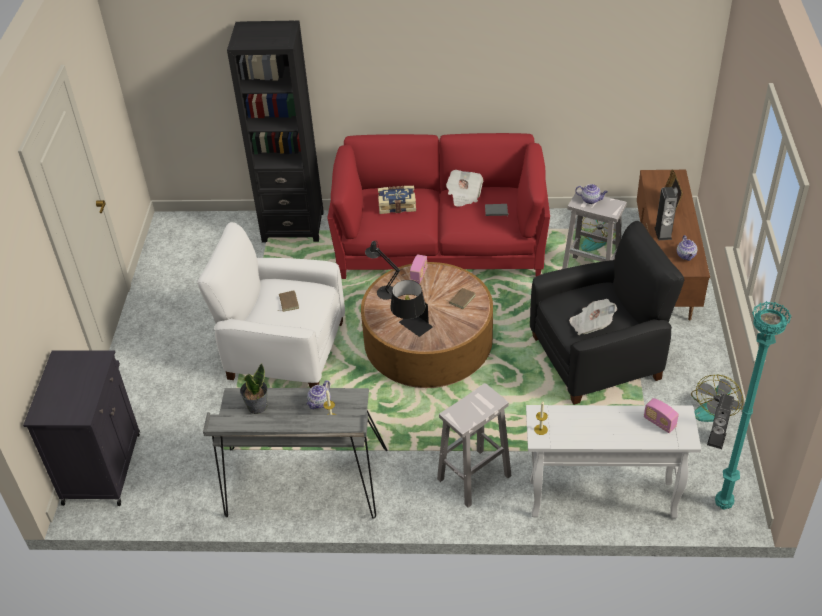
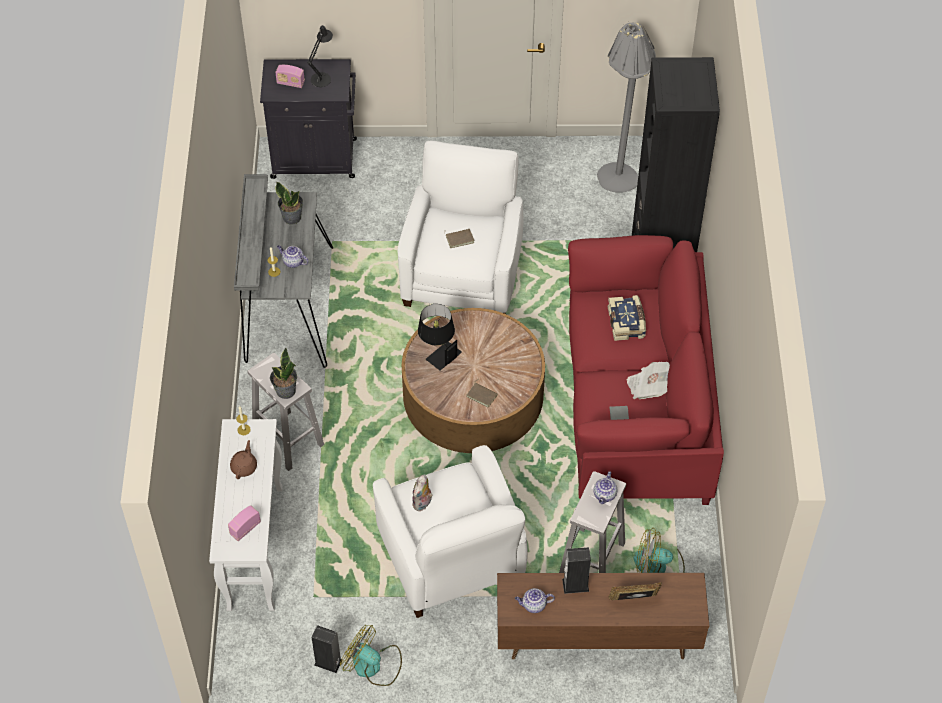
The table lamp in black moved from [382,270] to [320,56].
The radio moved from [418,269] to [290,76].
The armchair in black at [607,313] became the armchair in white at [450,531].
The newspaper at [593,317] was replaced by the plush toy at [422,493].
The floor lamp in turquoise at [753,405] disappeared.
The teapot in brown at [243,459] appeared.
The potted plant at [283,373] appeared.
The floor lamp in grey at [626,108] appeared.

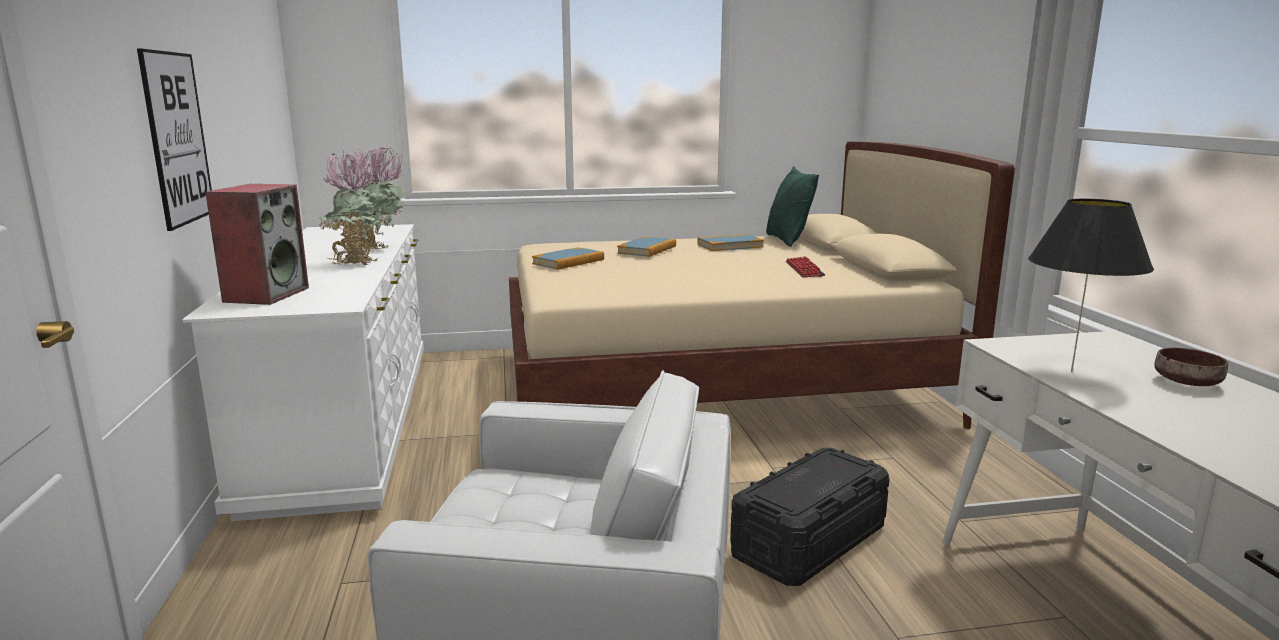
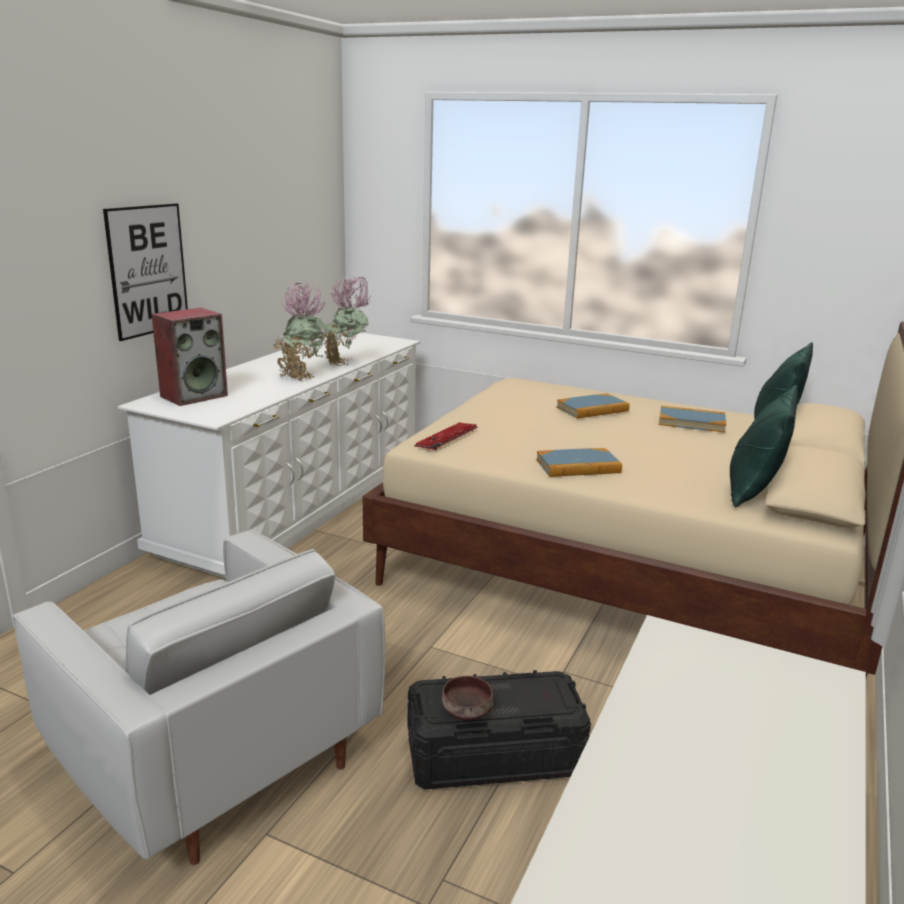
The book moved from [568,258] to [579,462].
The keyboard moved from [805,267] to [446,436].
The table lamp in black at [1091,285] disappeared.
The bowl in brown moved from [1191,367] to [467,698].
The pillow in green at [764,446] appeared.

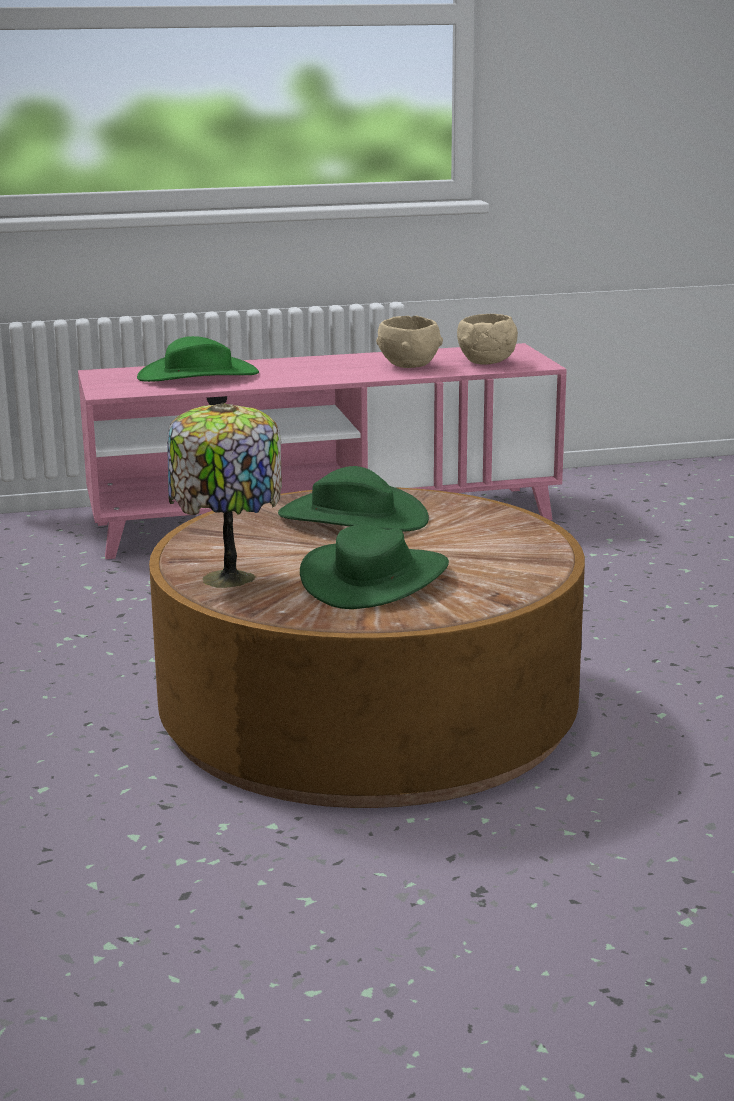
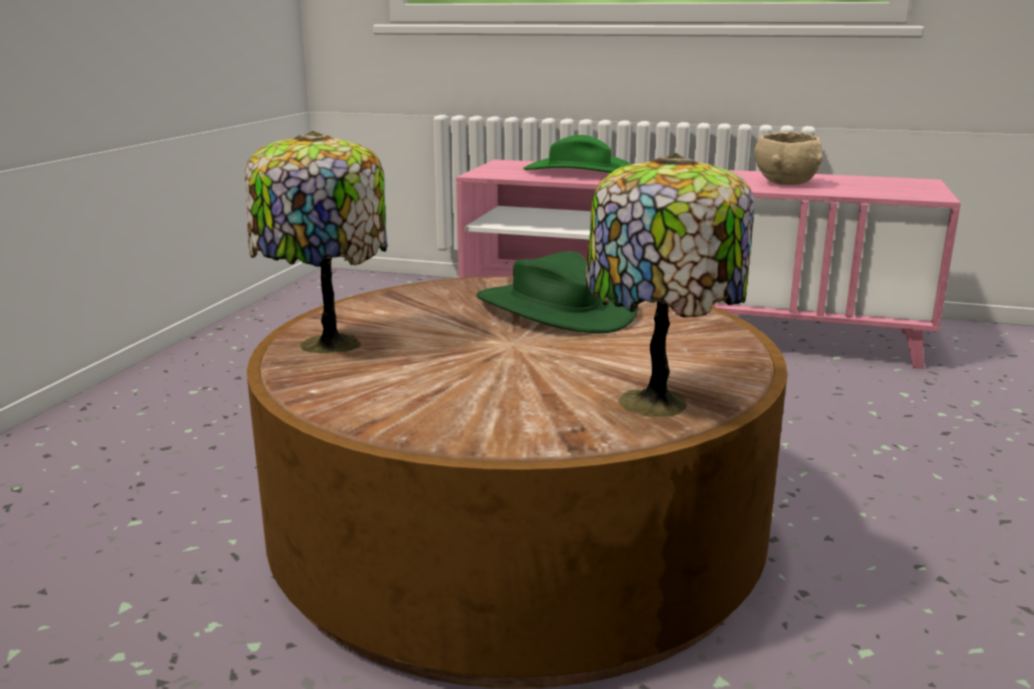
The hat in green at [374,567] disappeared.
The bowl in beige at [487,339] disappeared.
The table lamp at [670,285] appeared.

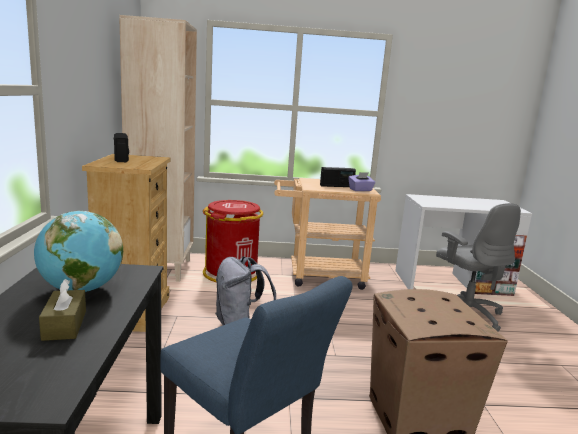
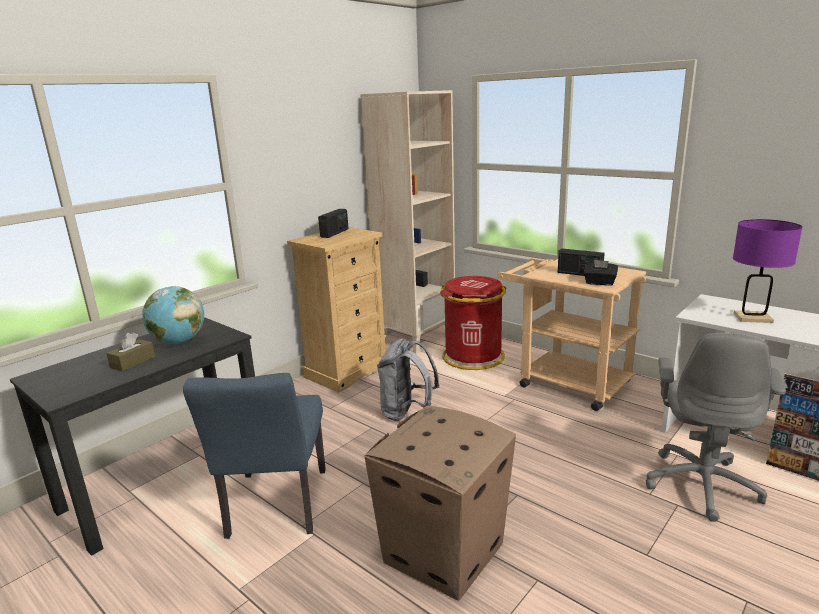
The tissue box in purple at [361,181] became the tissue box in black at [601,273].
The table lamp in purple at [768,271] appeared.

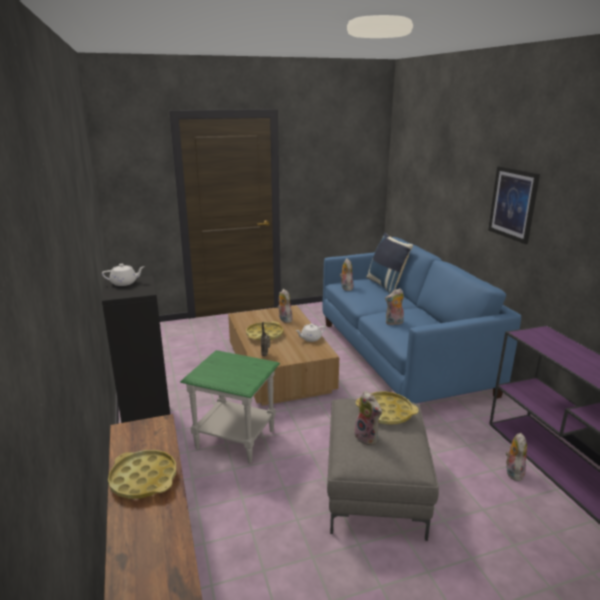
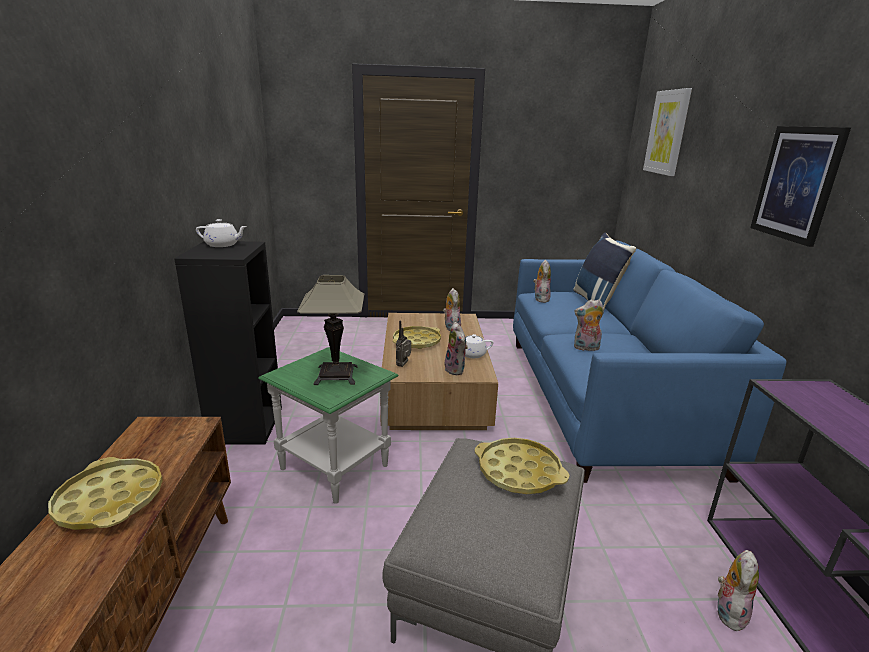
The plush toy moved from [368,418] to [456,348].
The table lamp at [330,330] appeared.
The picture at [667,132] appeared.

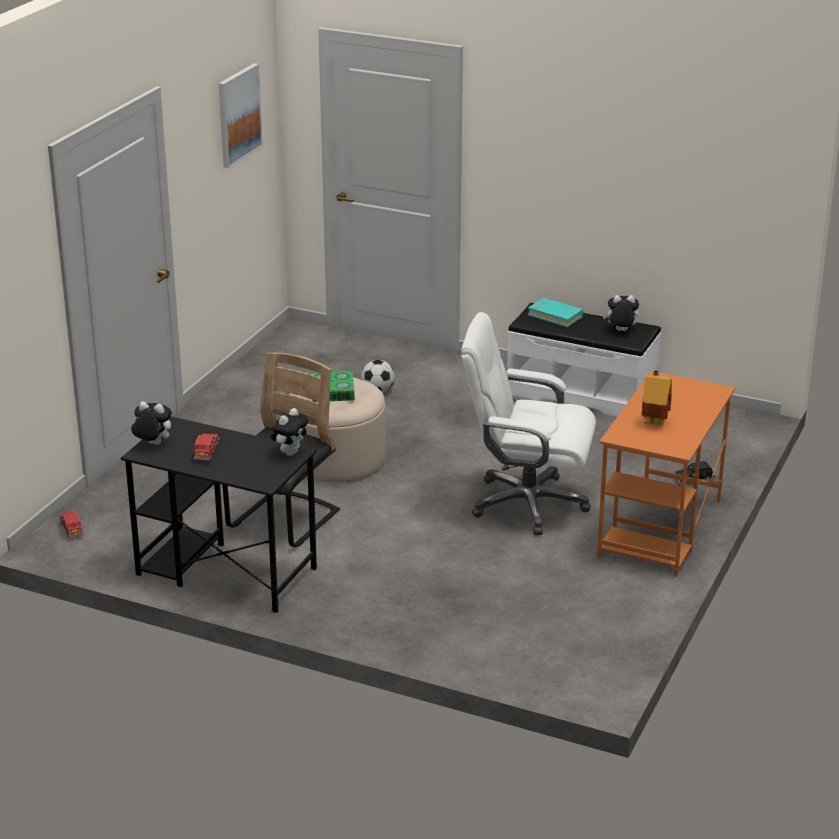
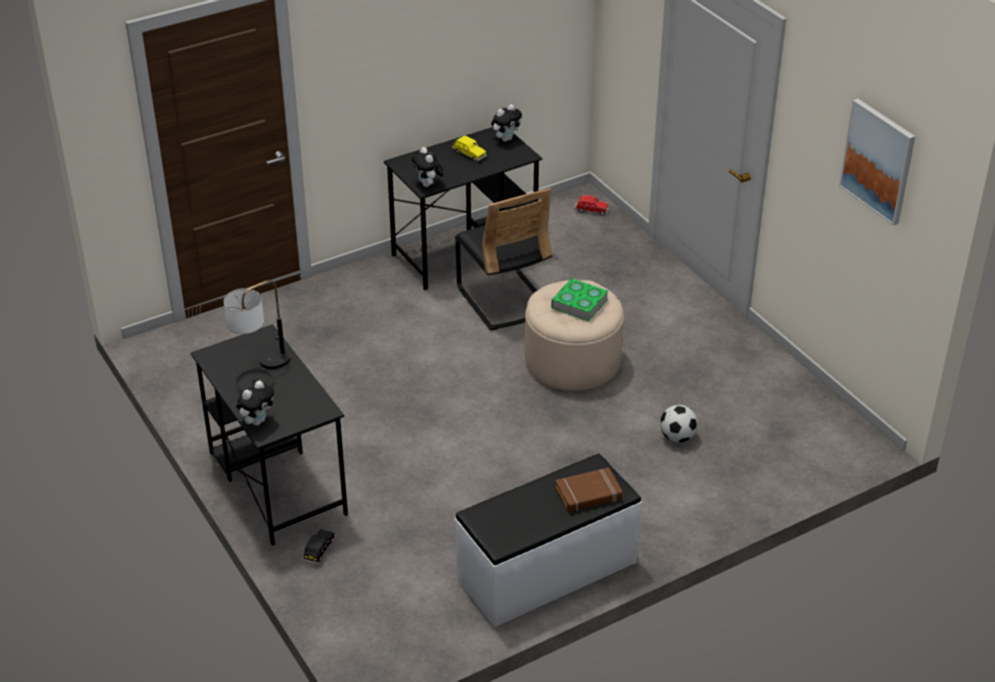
The toy car in red at [206,447] became the toy car in yellow at [469,149].
The office chair in white at [528,423] disappeared.
The book in turquoise at [555,312] became the book in brown at [588,489].
The desk in orange at [666,474] became the desk in black at [269,435].
The plush toy moved from [621,313] to [255,402].
The toy house at [657,398] was replaced by the table lamp at [256,324].

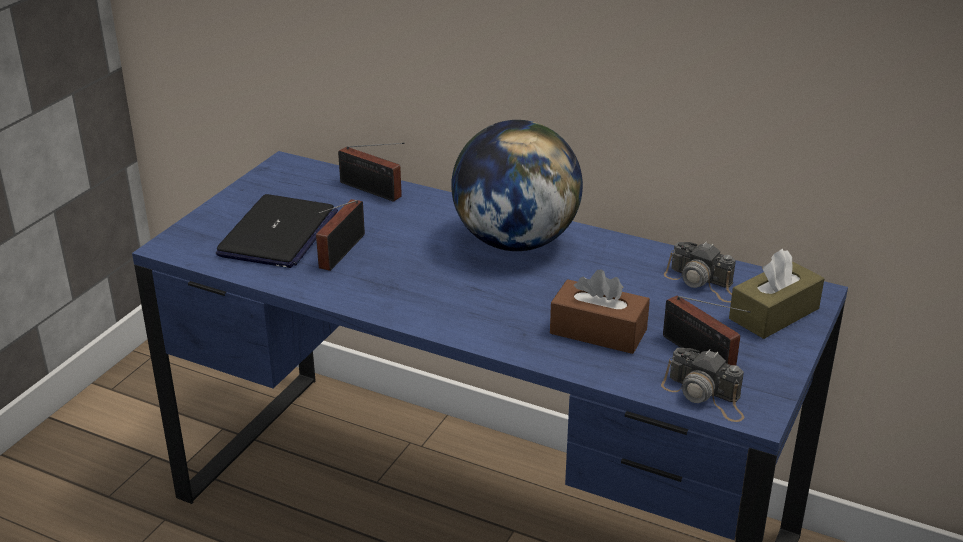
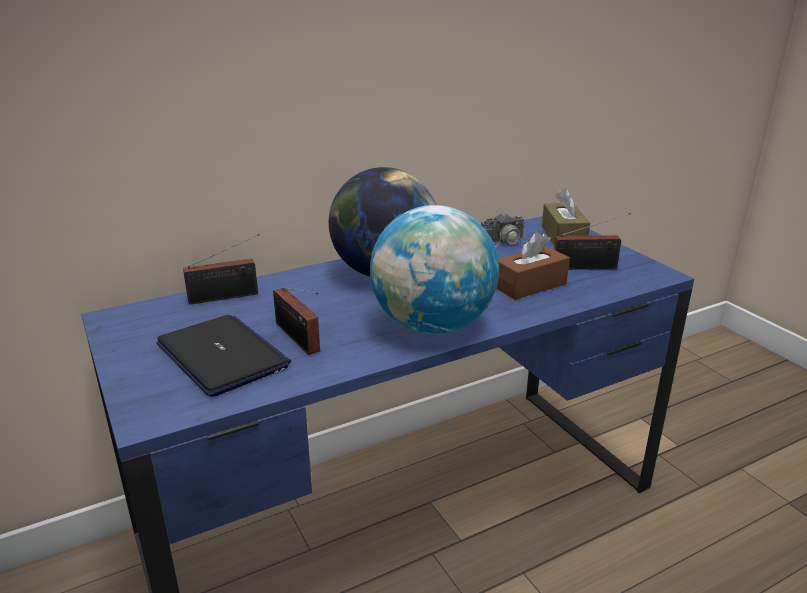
The photo camera at [702,385] disappeared.
The globe at [434,269] appeared.

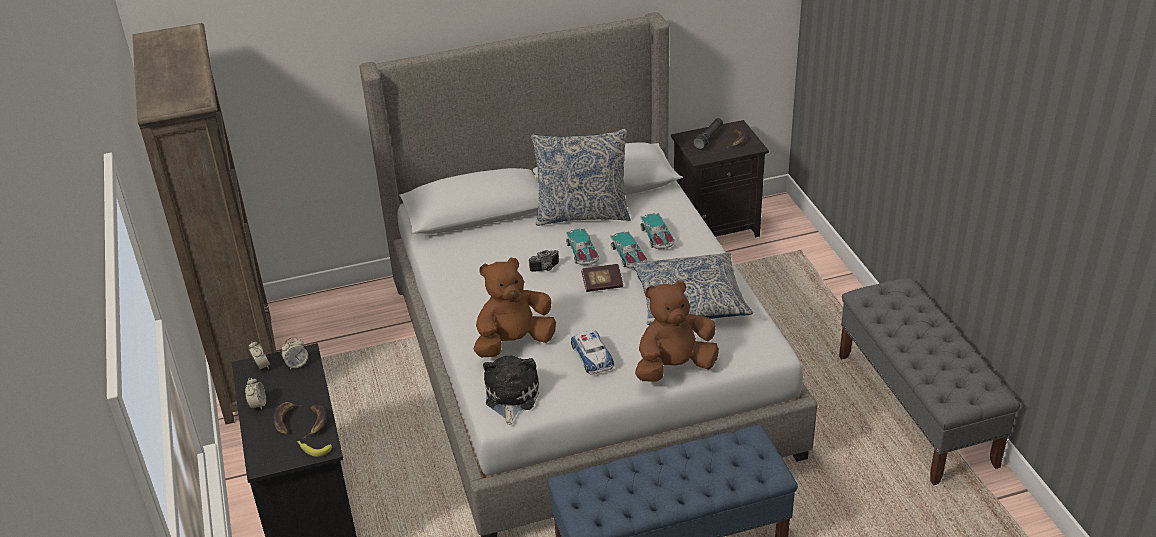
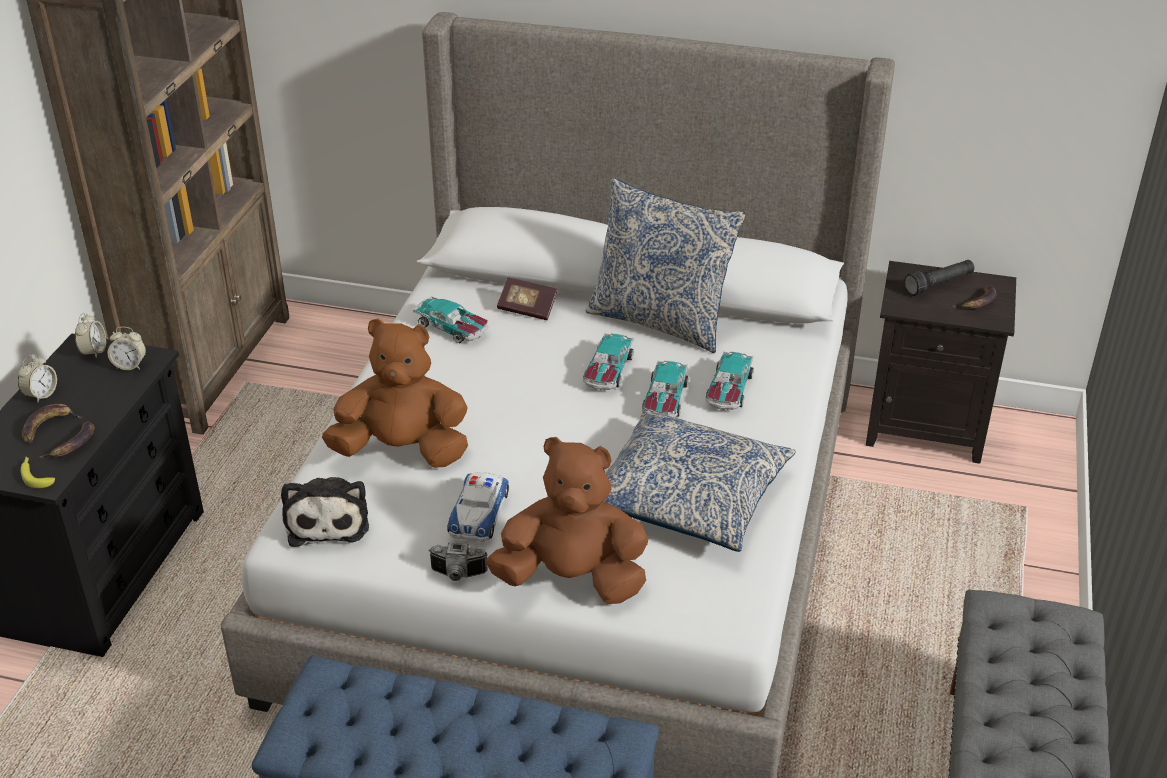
The plush toy at [511,390] turned 135 degrees clockwise.
The photo camera moved from [544,261] to [458,562].
The book moved from [602,278] to [527,298].
The toy car at [450,319] appeared.

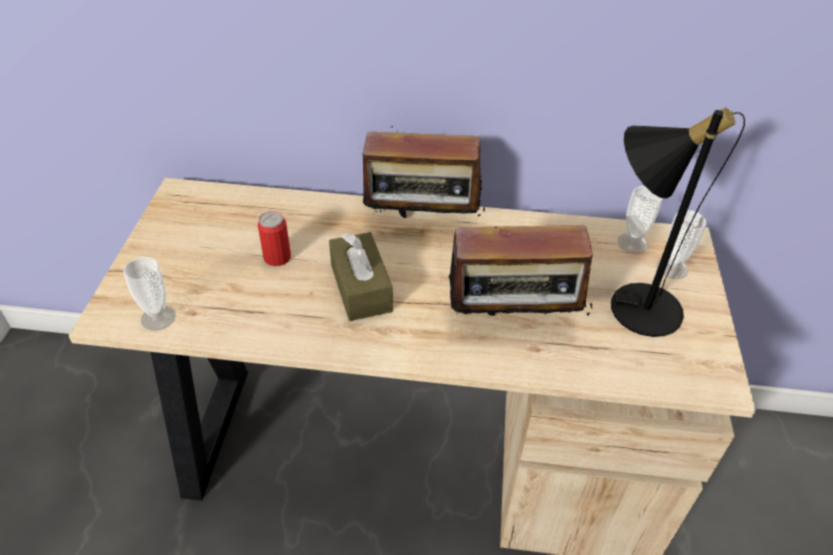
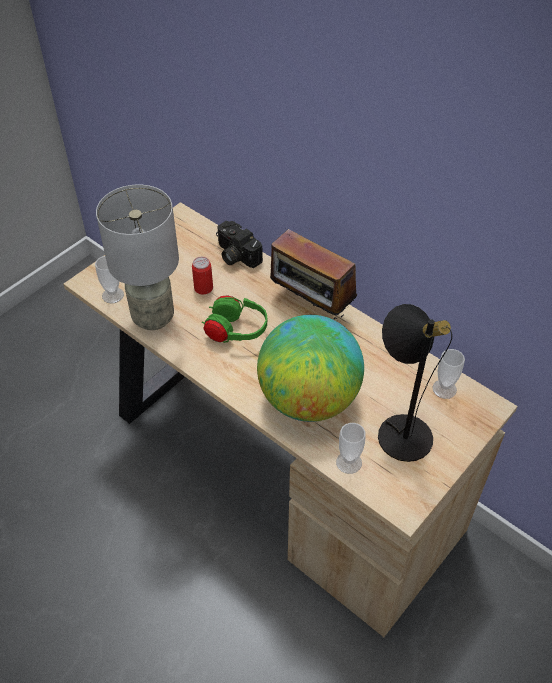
The tissue box in brown at [361,276] was replaced by the headphones in green at [234,319].
The radio at [516,283] was replaced by the globe at [310,368].
The cup moved from [681,244] to [351,448].
The table lamp in grey at [137,257] appeared.
The photo camera at [239,244] appeared.

